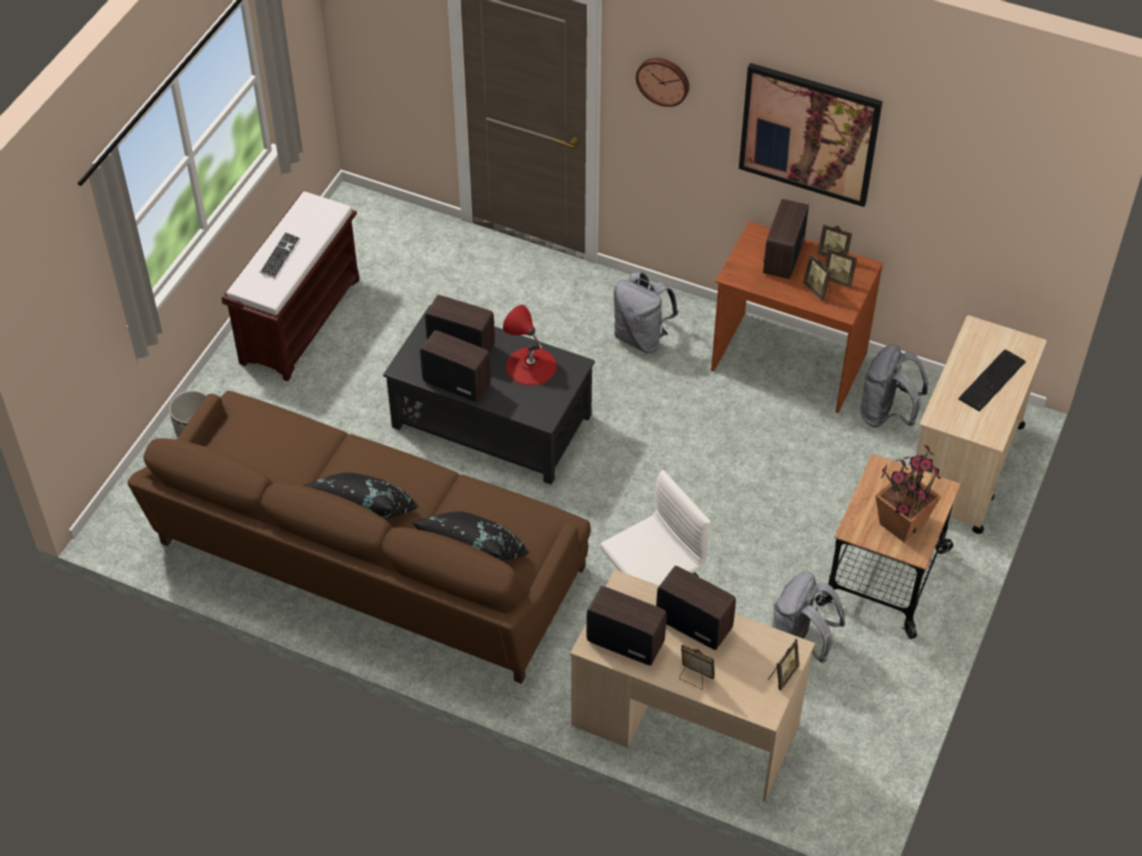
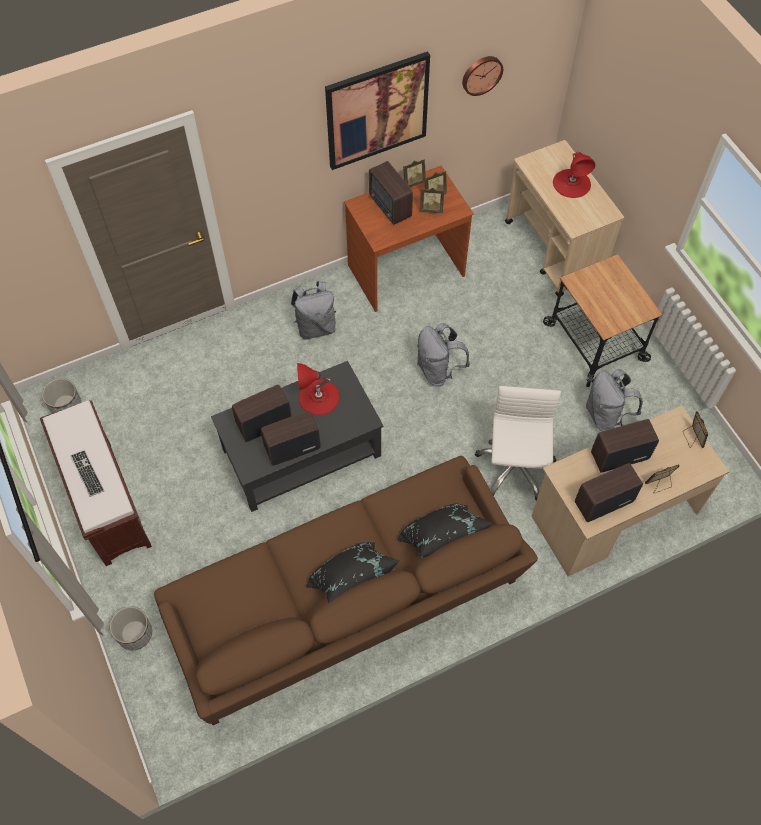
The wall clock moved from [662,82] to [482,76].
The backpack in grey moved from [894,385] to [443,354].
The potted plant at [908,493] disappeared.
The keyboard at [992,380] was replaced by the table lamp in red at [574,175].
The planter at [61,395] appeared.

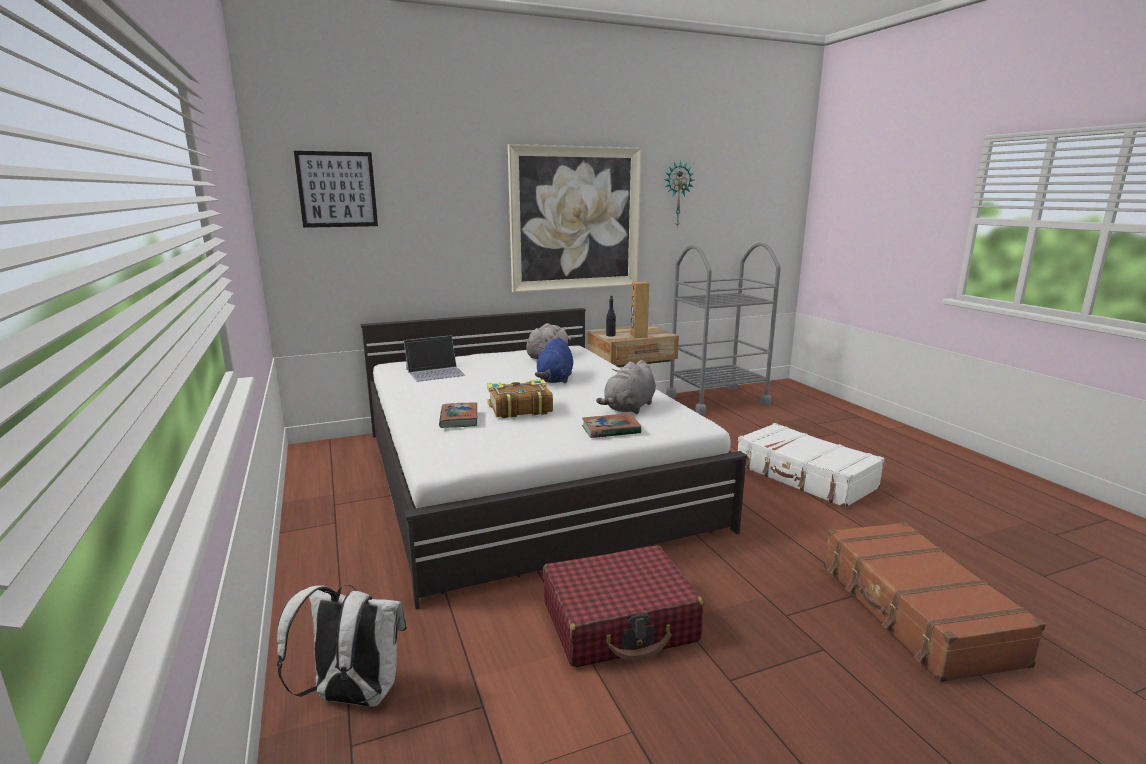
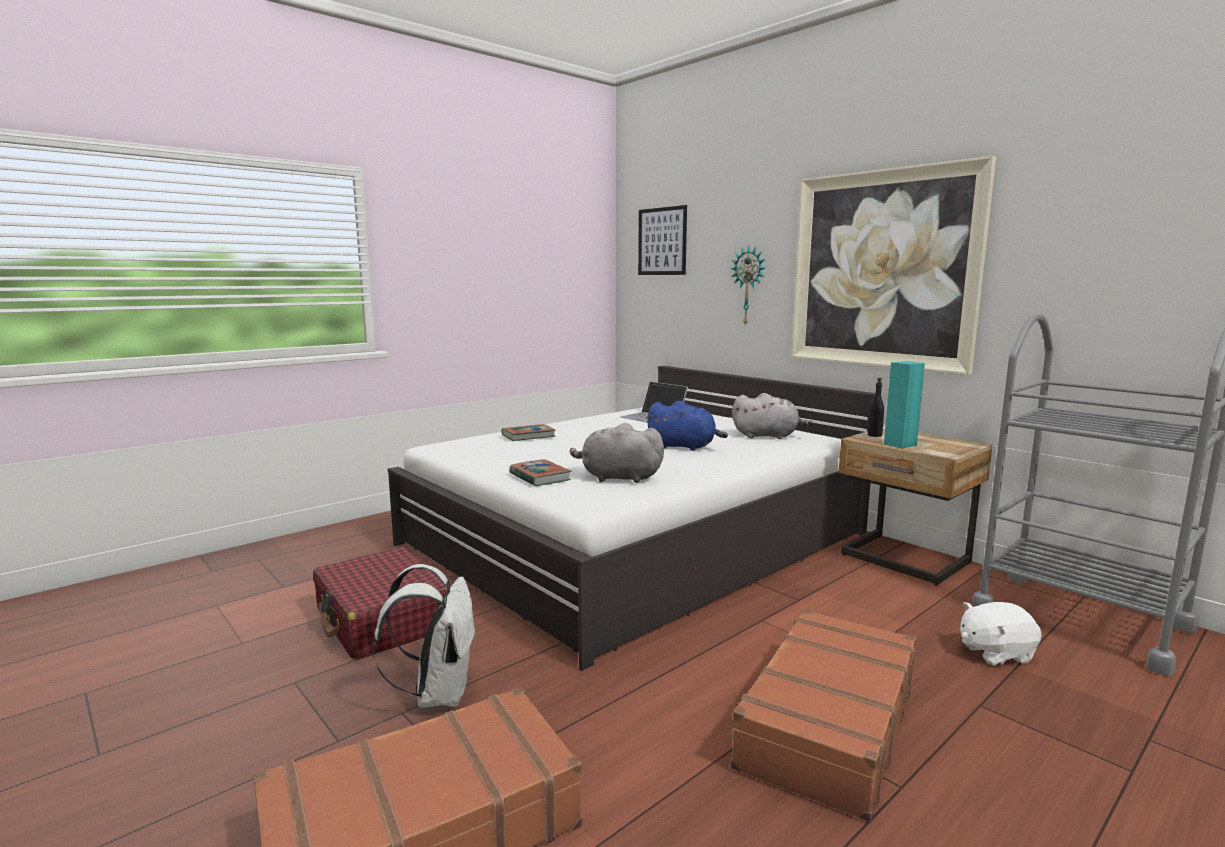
The backpack in white moved from [342,645] to [424,636].
The book at [520,398] disappeared.
The plush toy in blue at [554,360] turned 150 degrees counterclockwise.
The speaker in brown at [639,309] became the speaker in turquoise at [904,404].
The wall clock moved from [679,194] to [747,286].
The suitcase in white at [811,465] became the suitcase in brown at [822,715].
The plush toy in white at [1001,634] appeared.

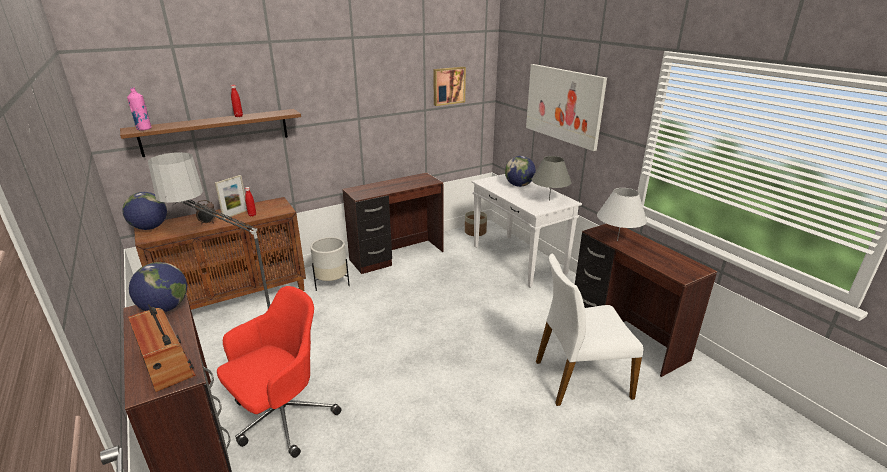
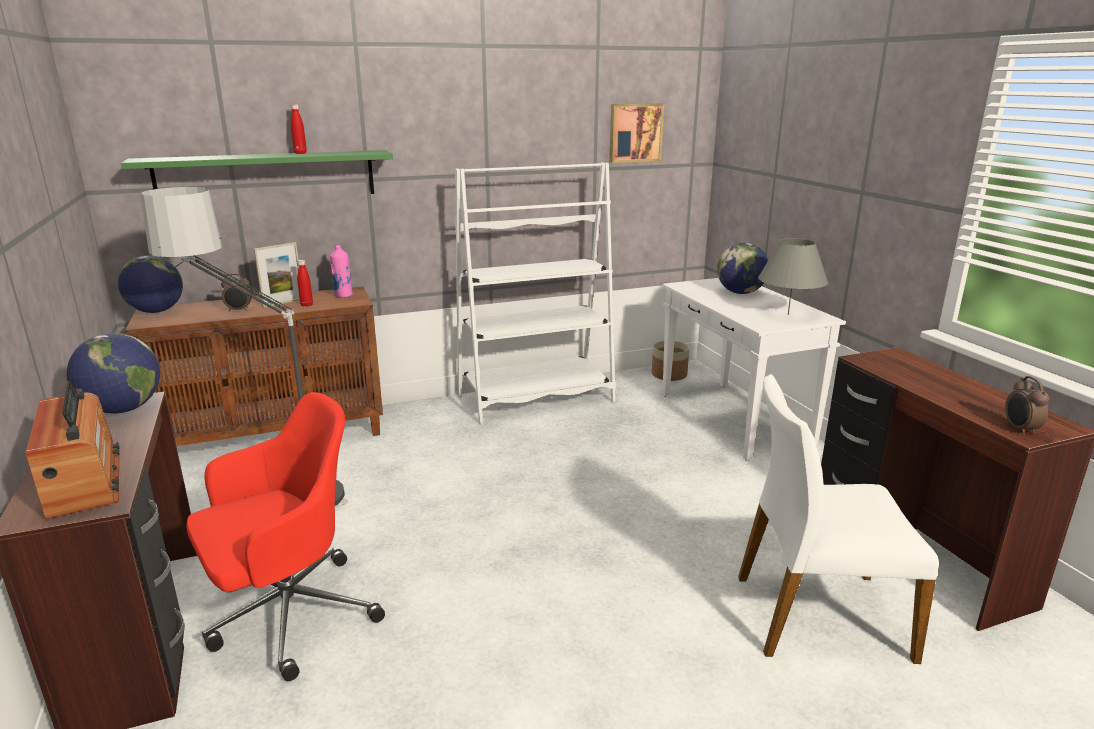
The shelf in brown at [210,133] became the shelf in green at [257,172].
The bottle in pink moved from [139,109] to [341,270].
The planter in white at [330,264] disappeared.
The desk in brown at [392,223] was replaced by the bookcase in white at [535,293].
The picture at [566,107] disappeared.
The table lamp in white at [622,214] disappeared.
The alarm clock at [1027,406] appeared.

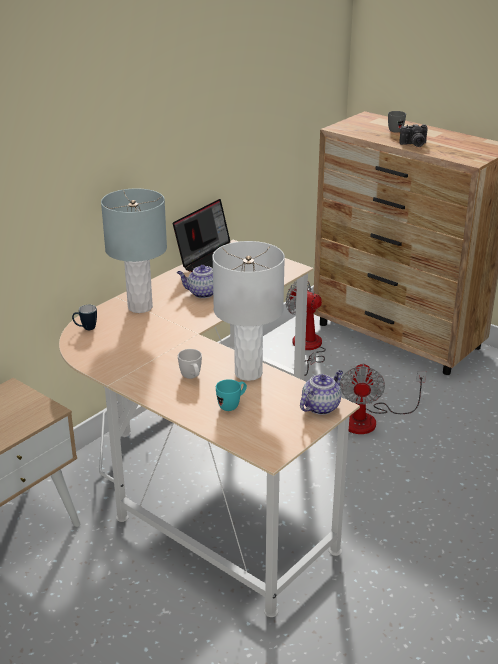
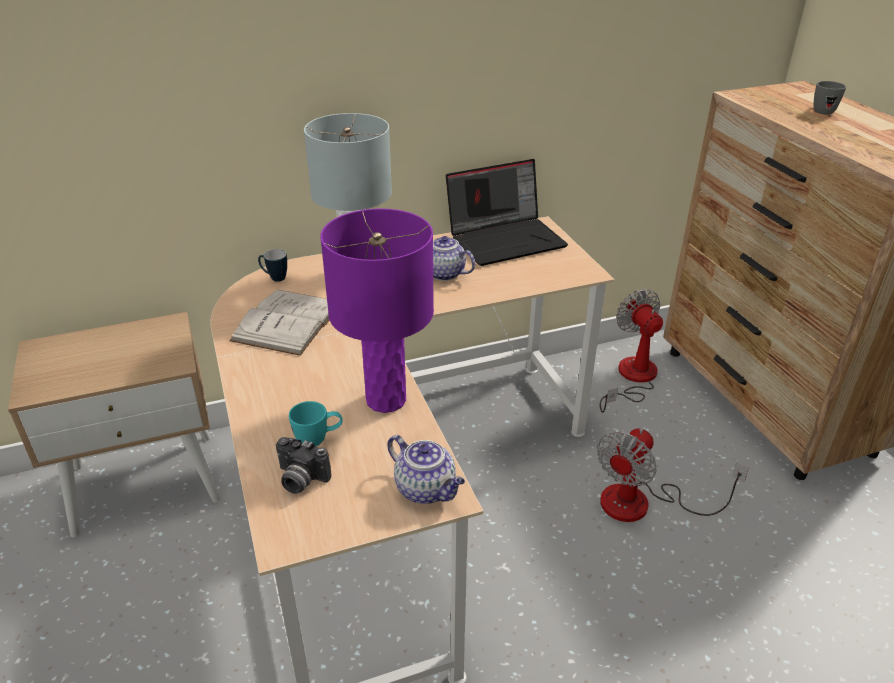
The mug in white at [190,364] disappeared.
The table lamp in white at [248,311] became the table lamp in purple at [377,310].
The teapot at [321,392] turned 60 degrees clockwise.
The photo camera moved from [413,135] to [304,465].
The book in white at [279,323] appeared.

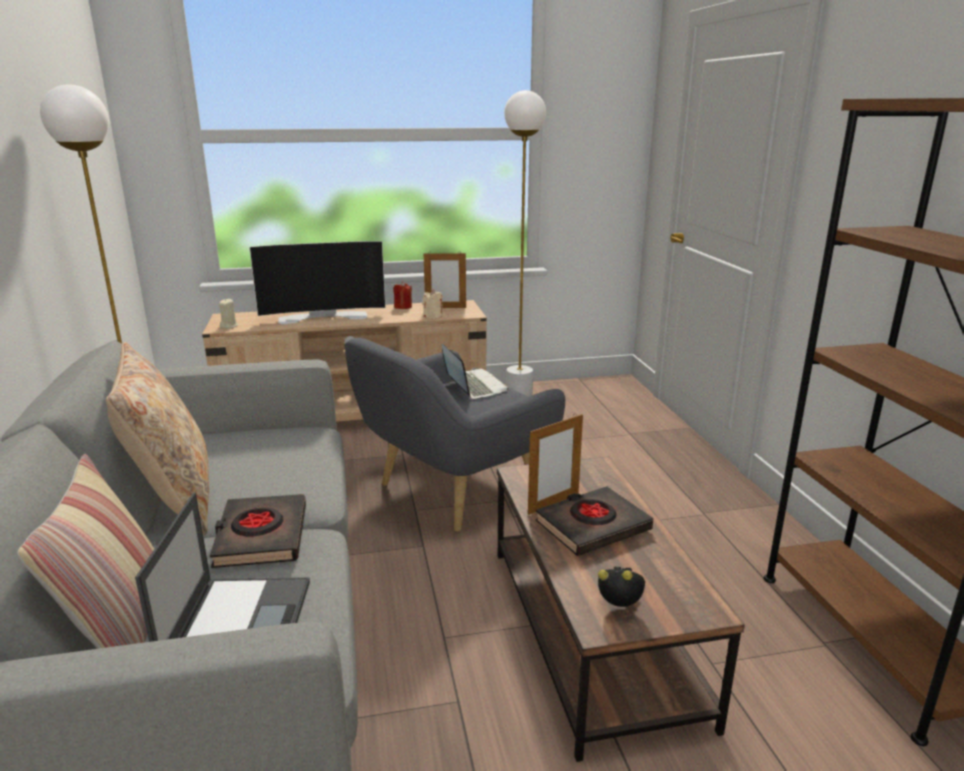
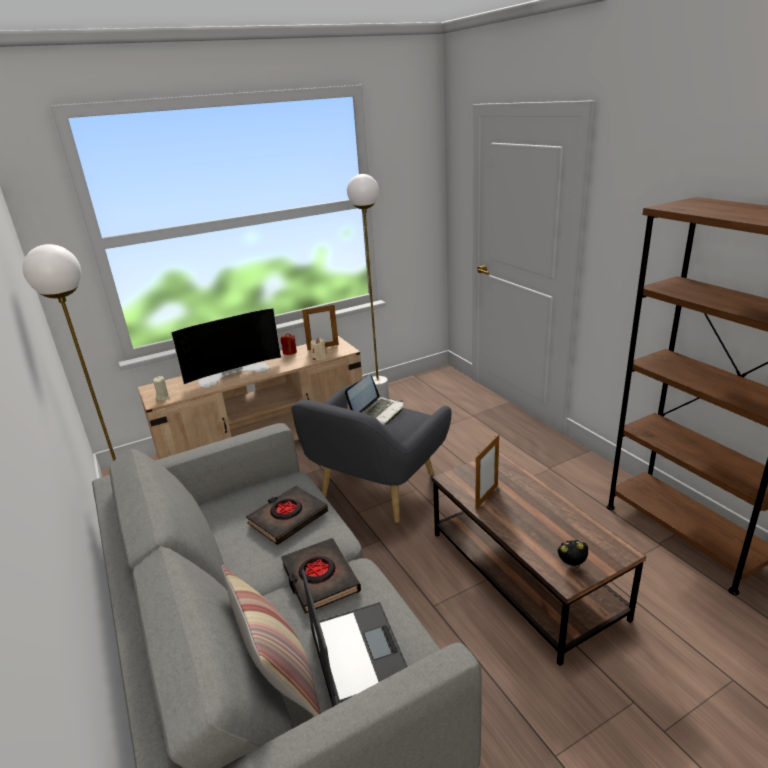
The pillow in beige at [157,439] disappeared.
The laptop at [475,372] turned 75 degrees clockwise.
The book in black moved from [594,521] to [287,515].

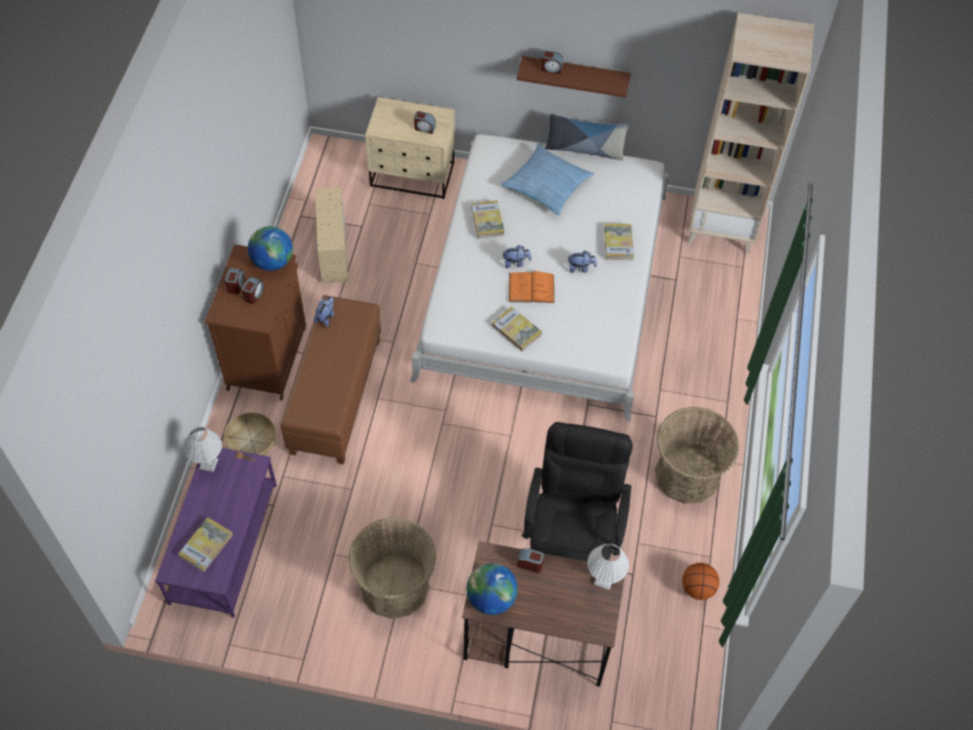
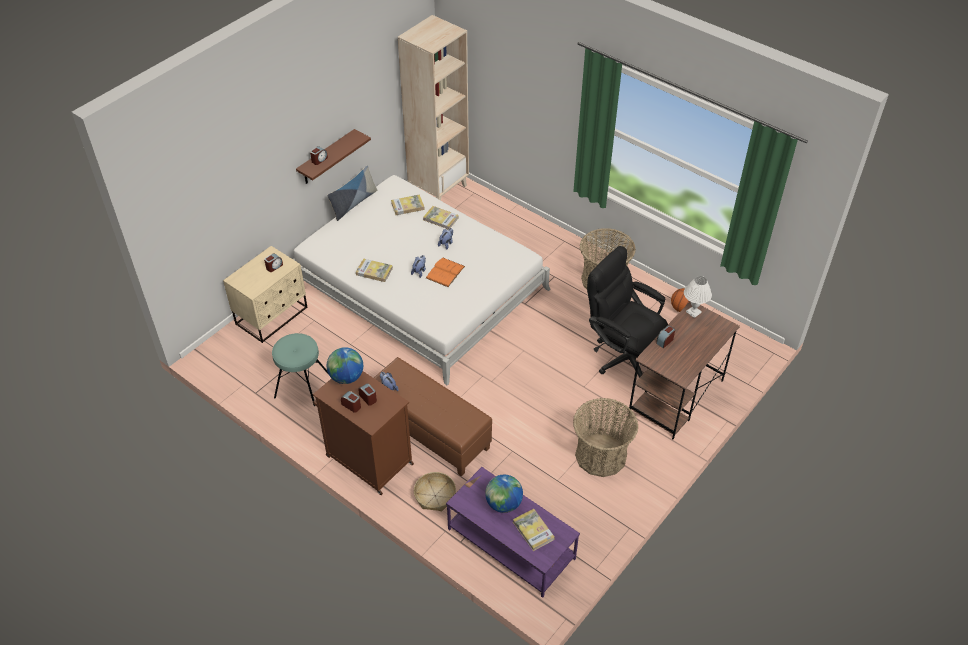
The table lamp in white at [203,449] disappeared.
The storage box in beige at [331,235] was replaced by the stool in turquoise at [300,369].
The globe moved from [492,589] to [504,494].
The book moved from [517,329] to [408,204].
The pillow at [547,180] disappeared.

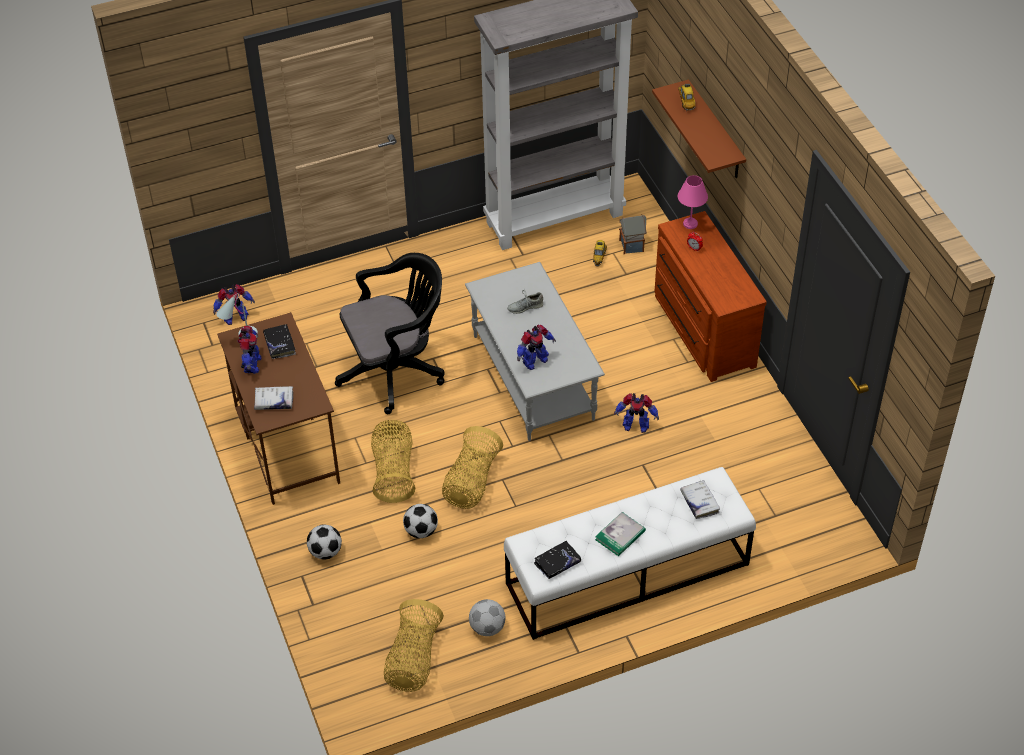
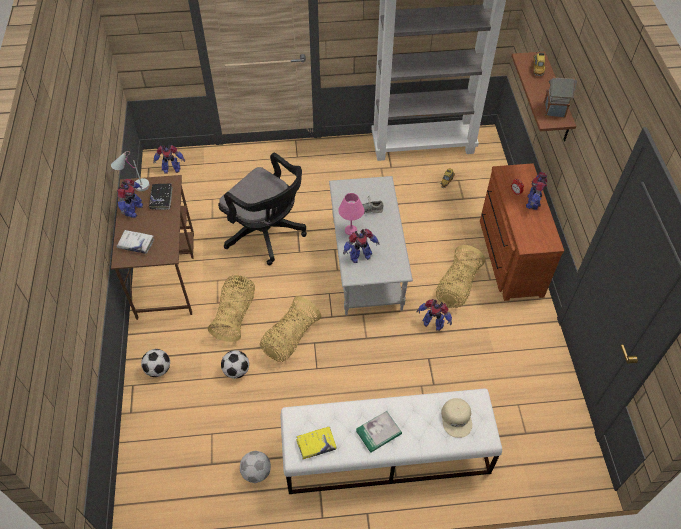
The office chair in black at [390,333] turned 45 degrees clockwise.
The basket moved from [414,645] to [460,276].
The book in black at [557,560] became the book in yellow at [316,443].
The toy house moved from [633,234] to [560,97].
The table lamp in pink moved from [693,202] to [351,214].
The book in white at [700,499] was replaced by the cap in beige at [456,418].
The toy robot at [536,191] appeared.

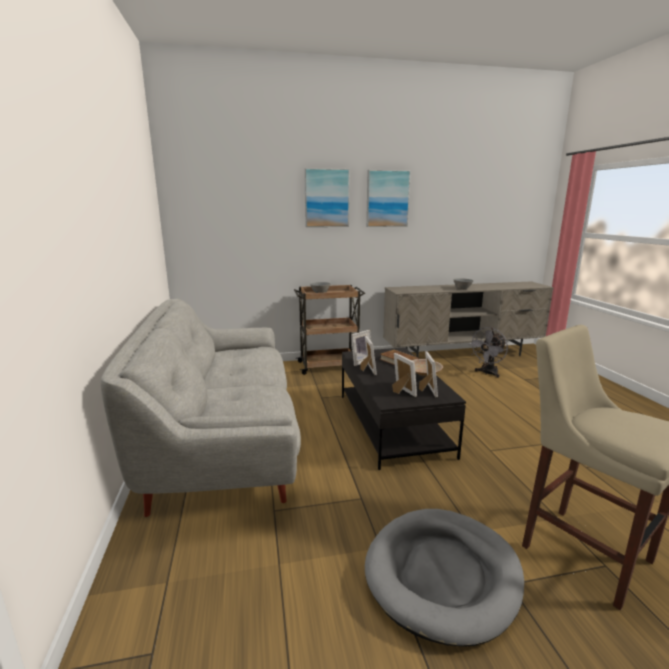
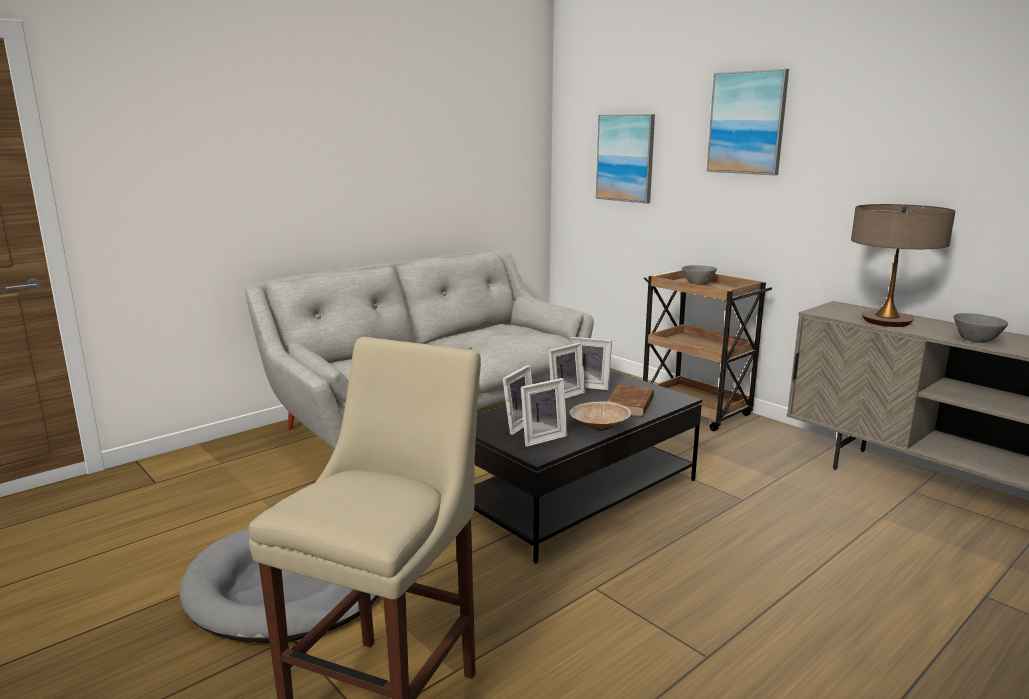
The picture moved from [388,198] to [625,159].
The fan in grey at [488,352] disappeared.
The table lamp at [903,265] appeared.

